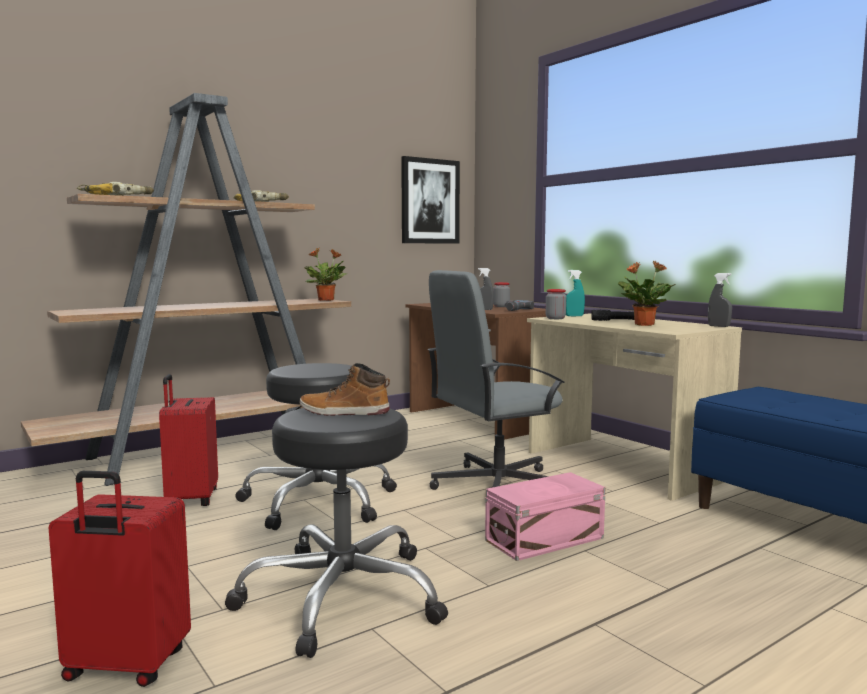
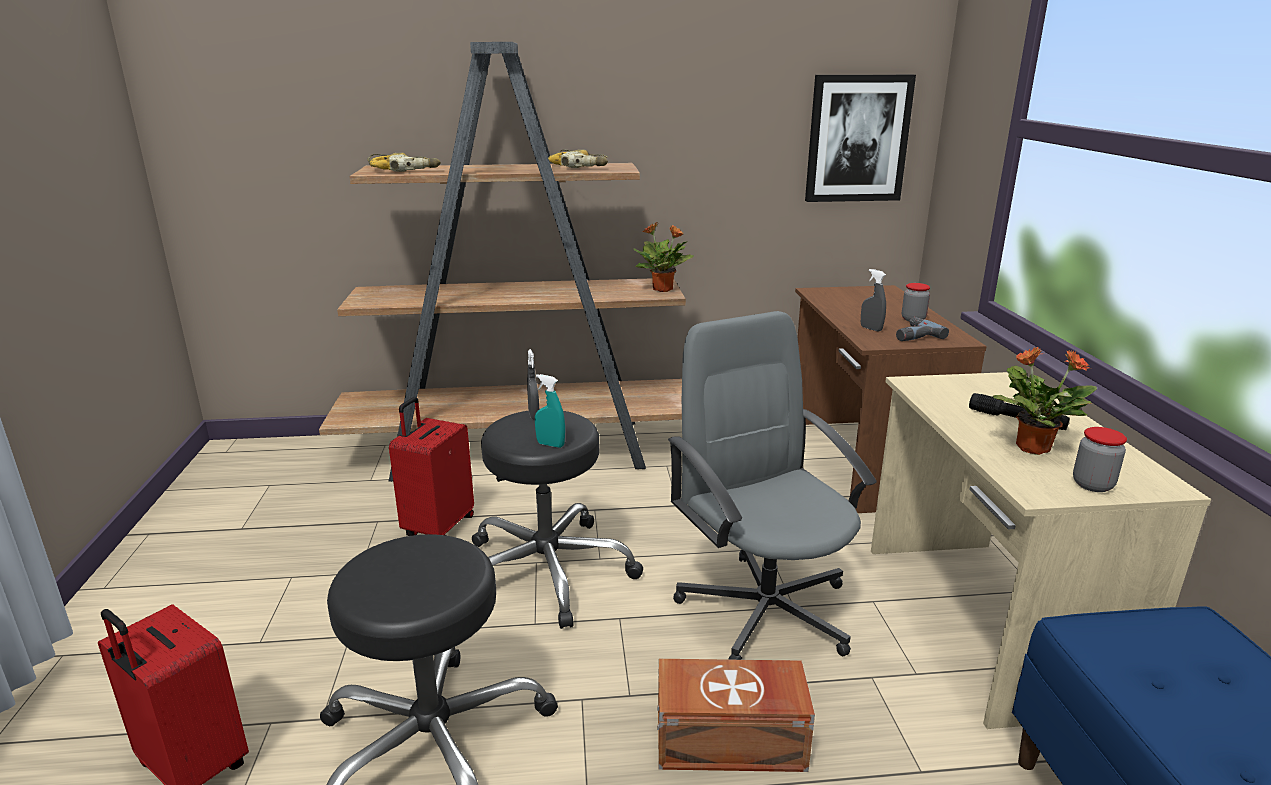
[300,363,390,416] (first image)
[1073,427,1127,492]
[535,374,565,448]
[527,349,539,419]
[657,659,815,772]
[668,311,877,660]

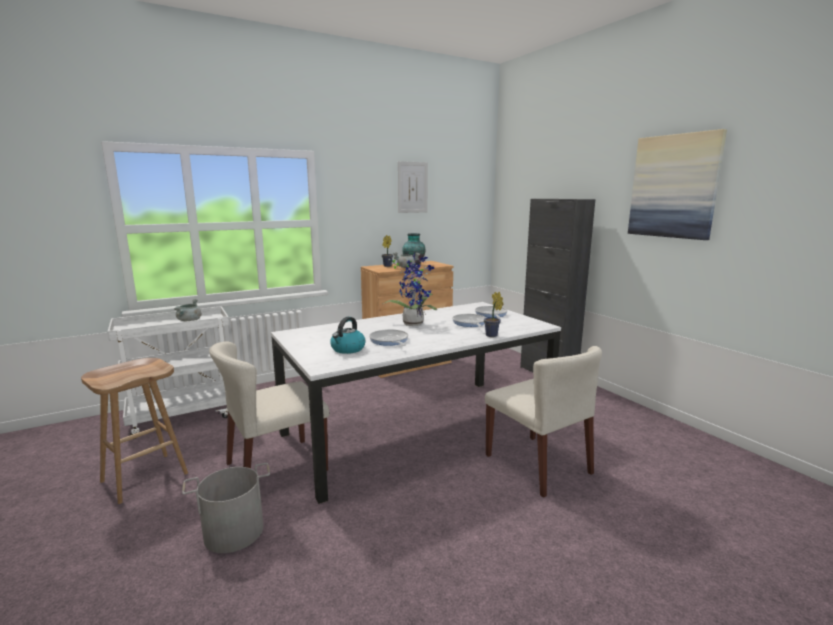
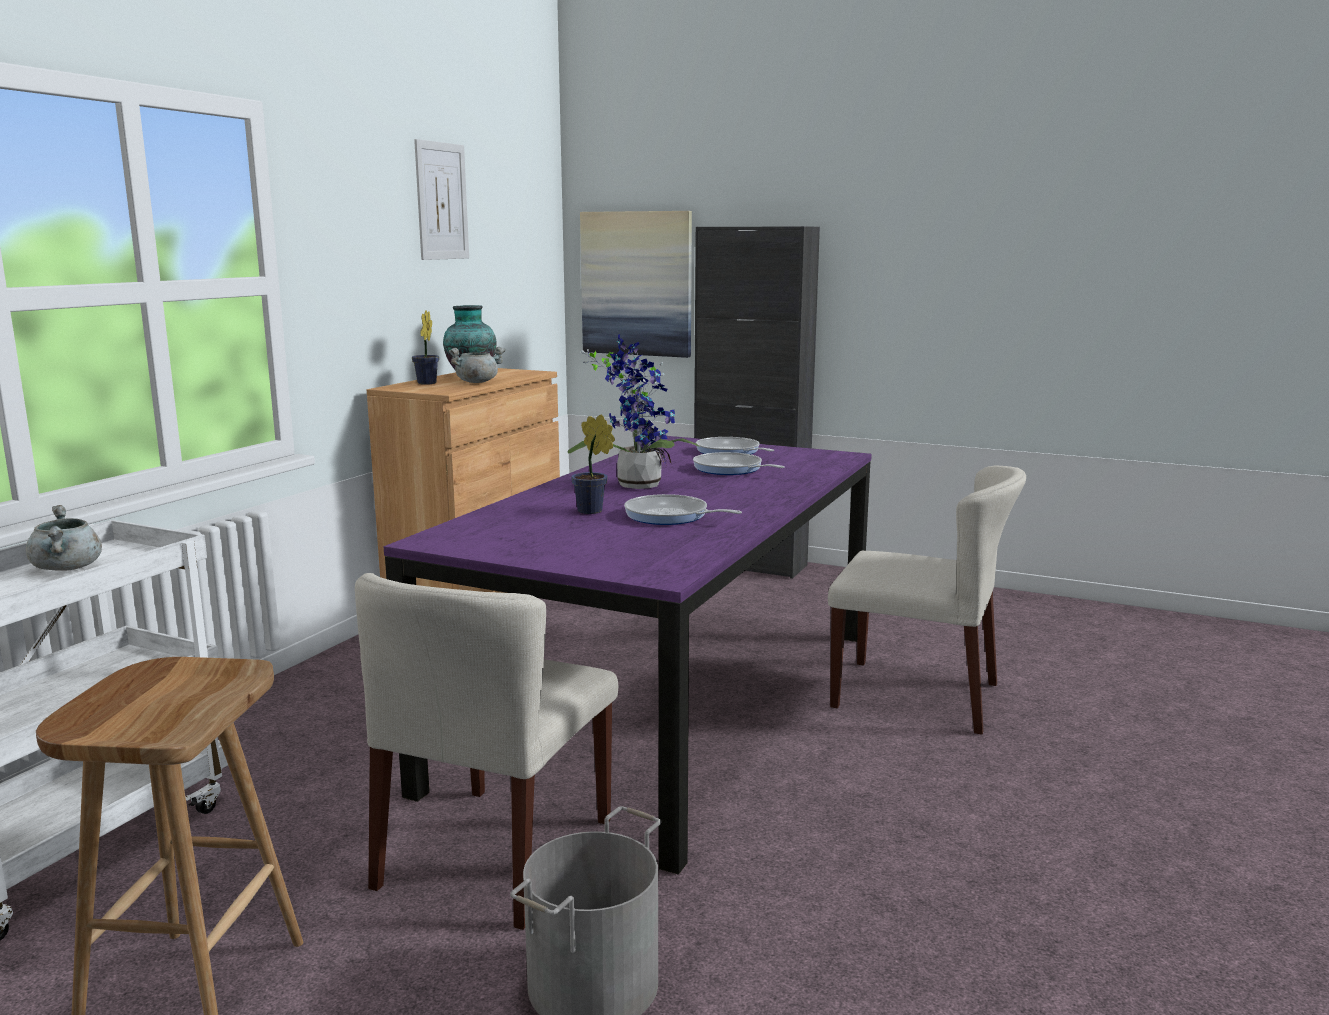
[330,317,366,354] (first image)
[571,414,615,514]
[580,211,692,358]
[384,436,872,875]

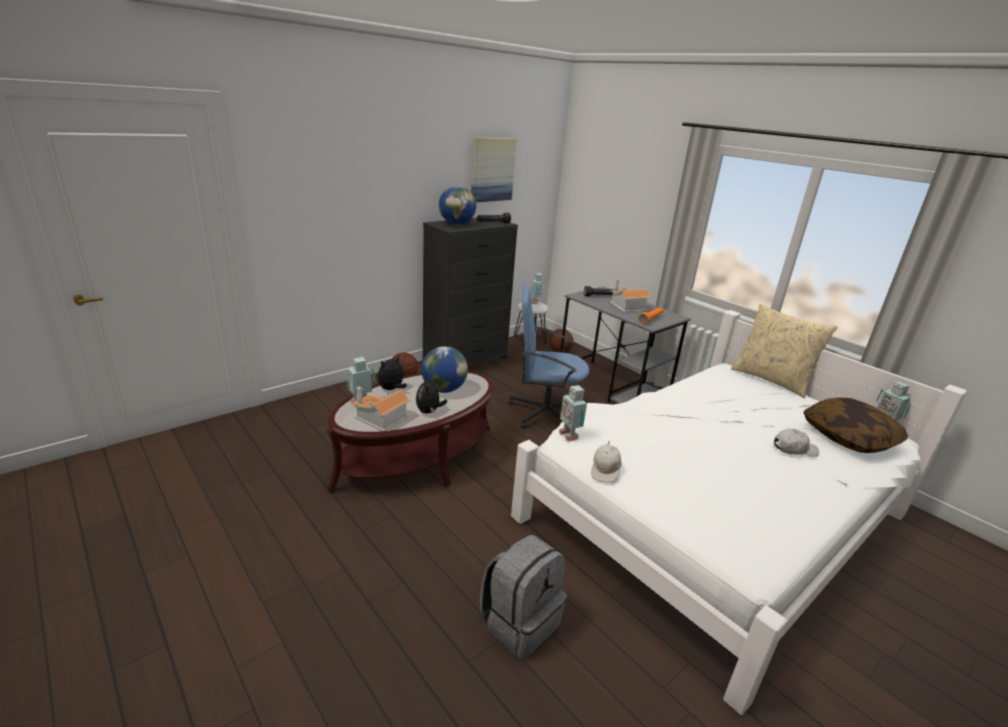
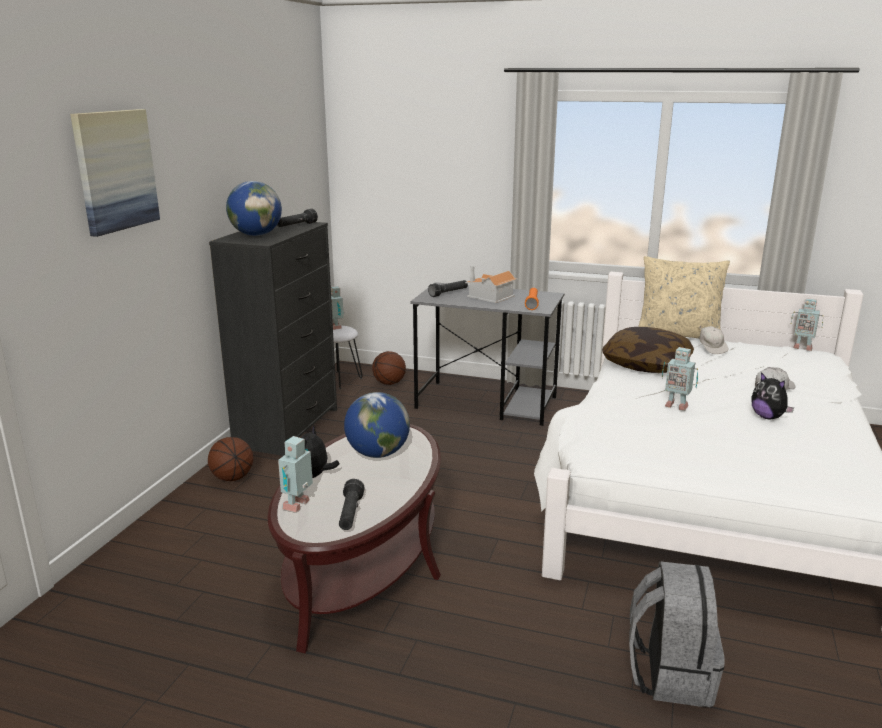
[508,285,590,429] (first image)
[751,372,794,420]
[70,109,160,237]
[662,347,698,411]
[699,326,729,354]
[602,327,694,373]
[339,479,365,530]

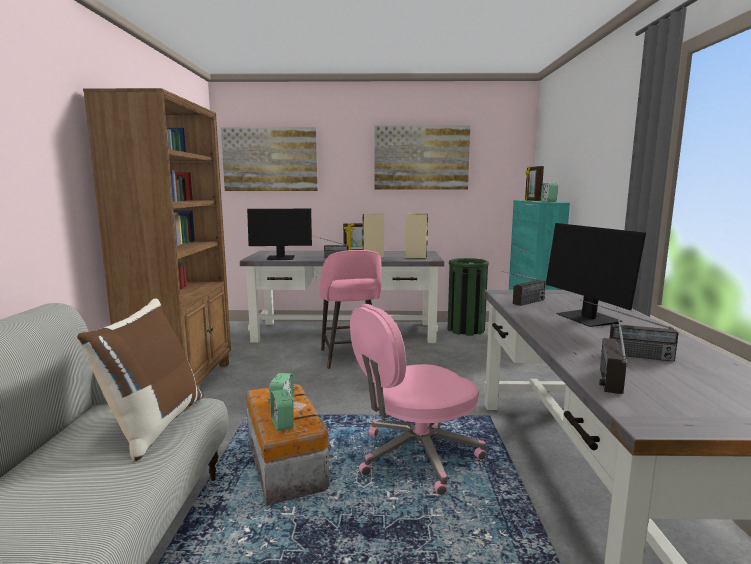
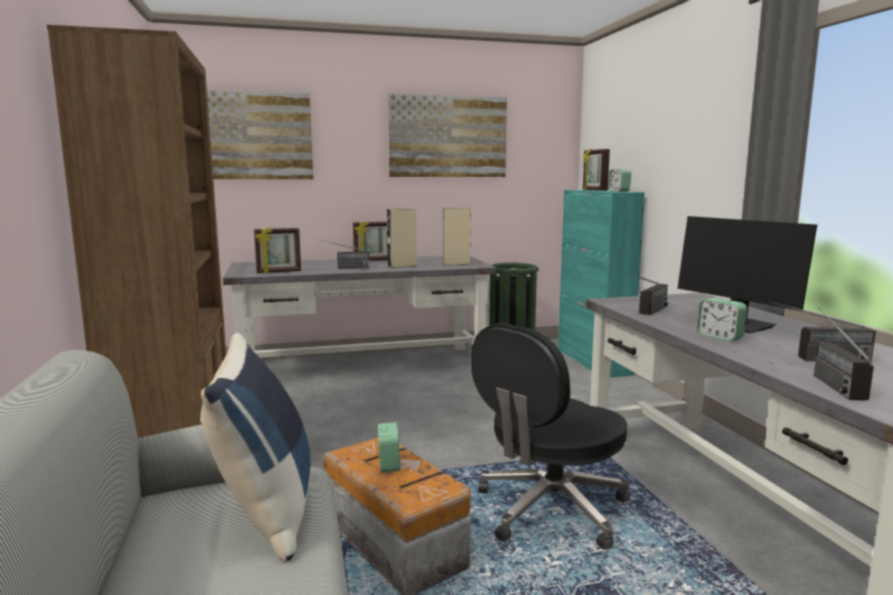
[320,250,382,369] (first image)
[697,298,747,341]
[254,227,301,273]
[200,333,311,562]
[471,323,630,550]

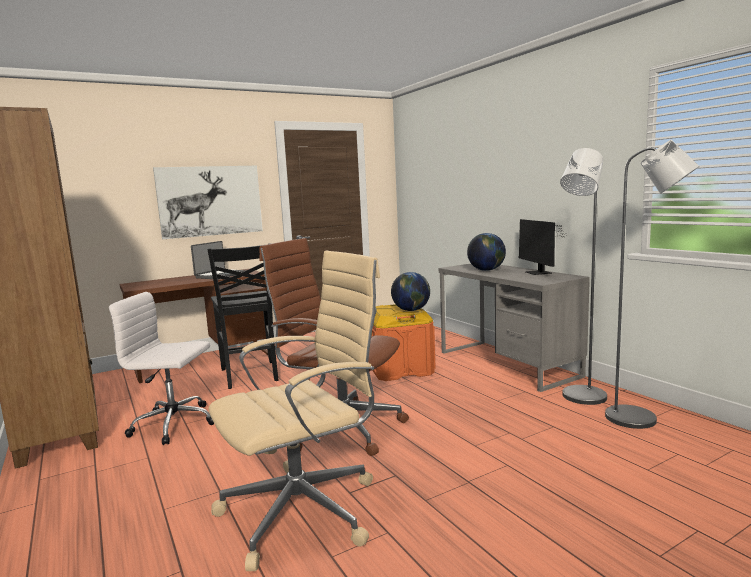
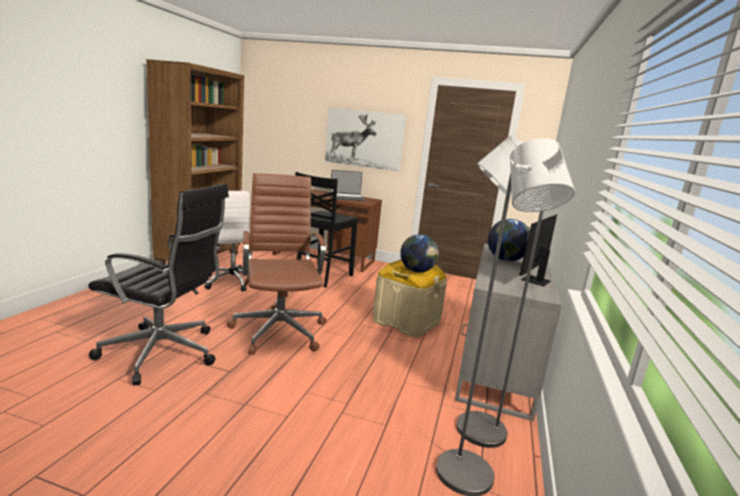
[88,183,229,385]
[373,259,447,337]

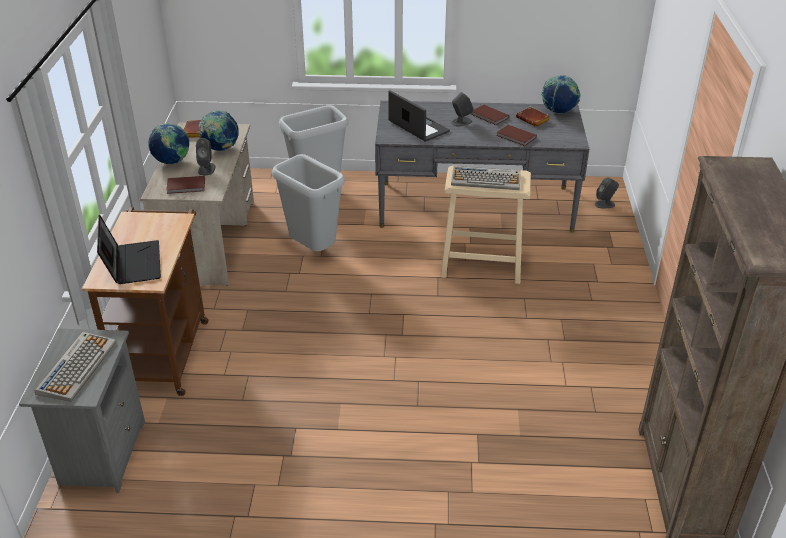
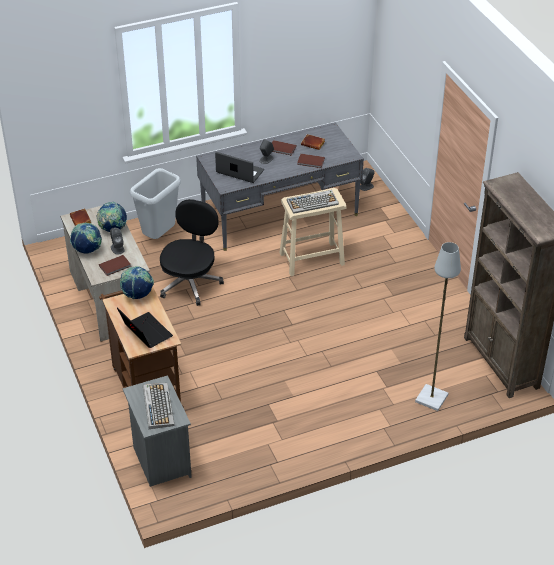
[415,242,461,411]
[120,266,154,299]
[160,199,224,306]

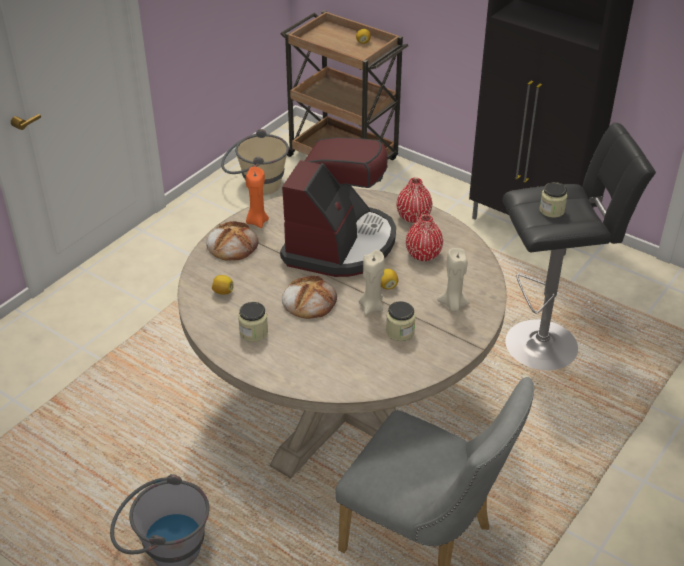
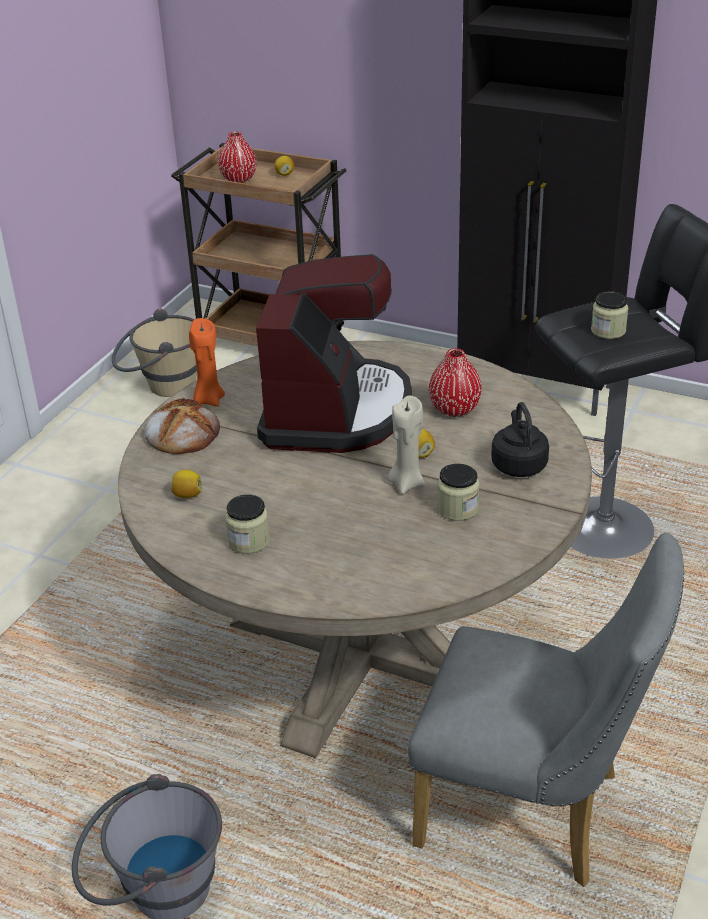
[282,275,337,319] (first image)
[218,132,256,183]
[491,402,549,477]

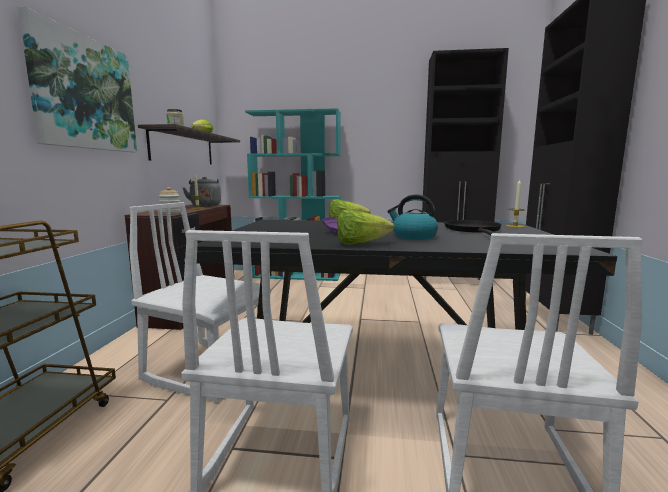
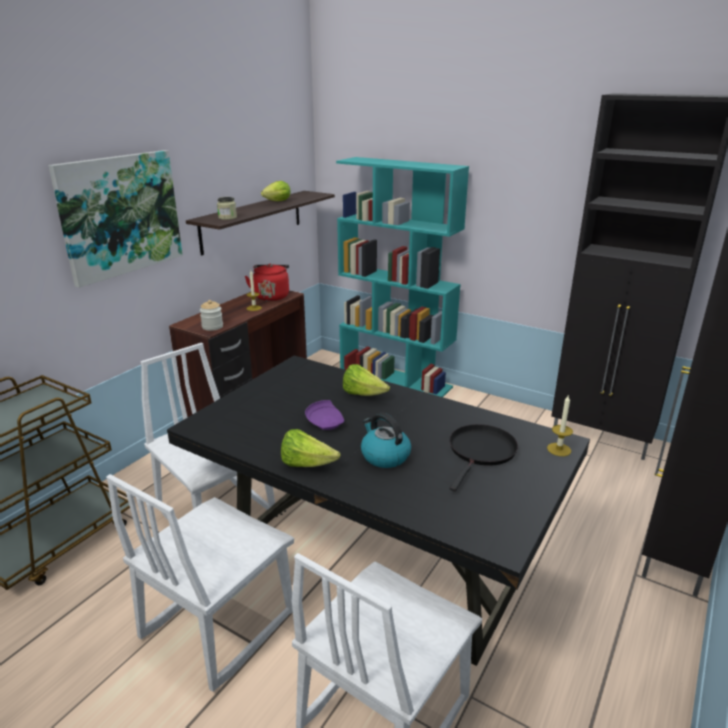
[245,264,289,301]

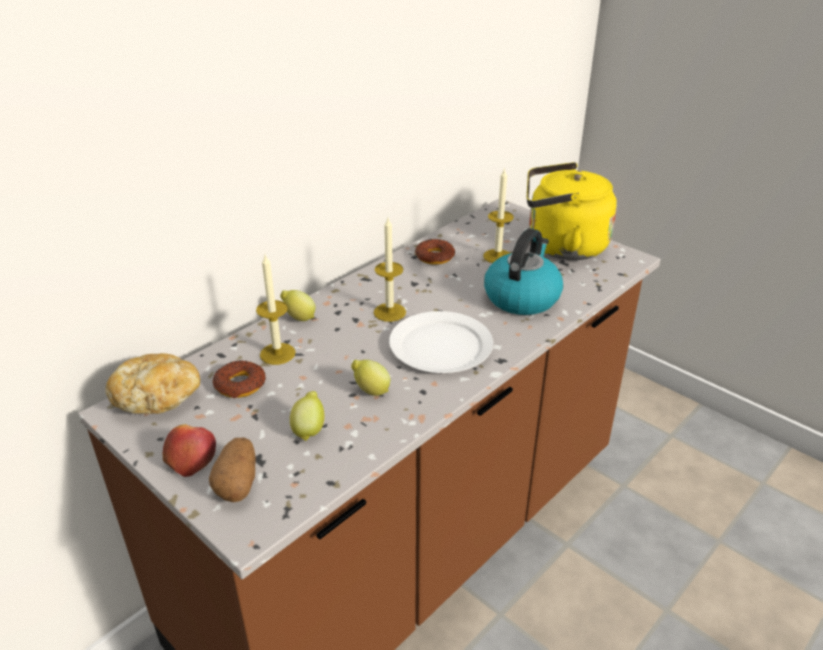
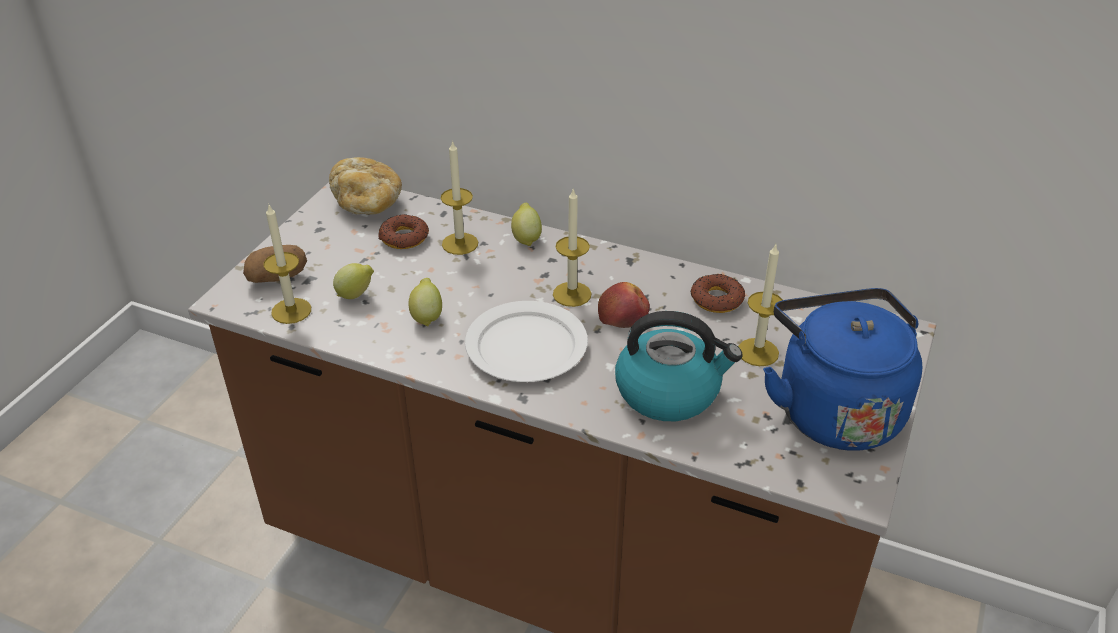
[264,203,311,324]
[598,282,650,328]
[763,288,922,451]

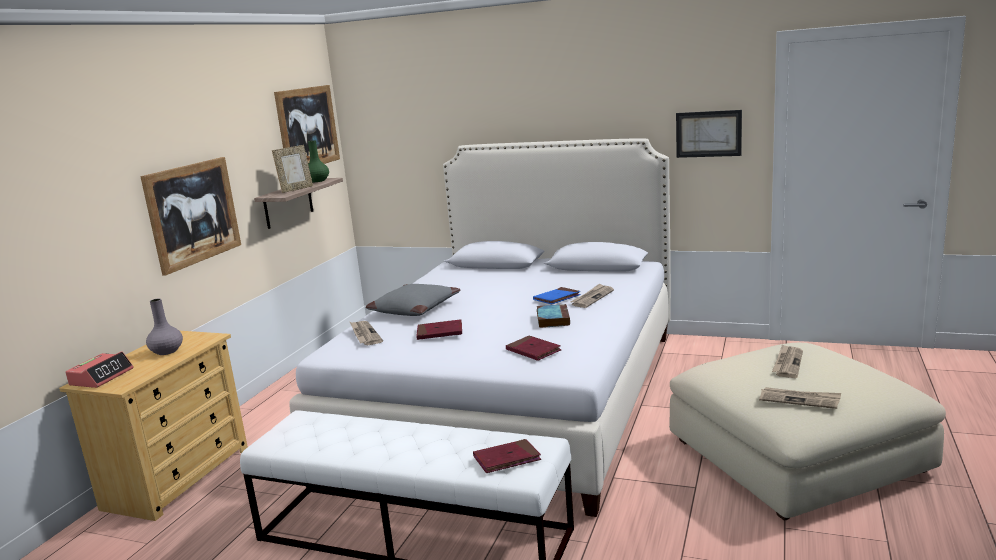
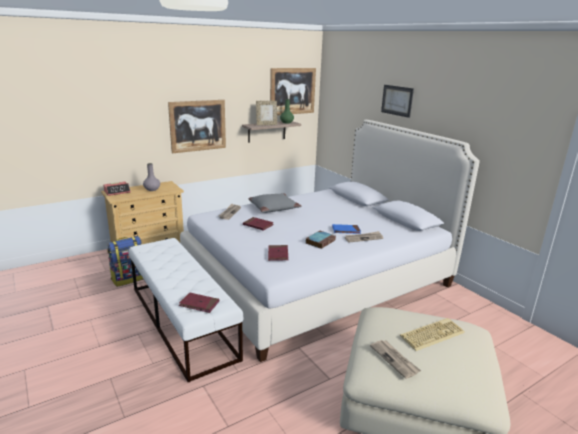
[107,236,143,287]
[381,85,414,118]
[400,318,465,351]

